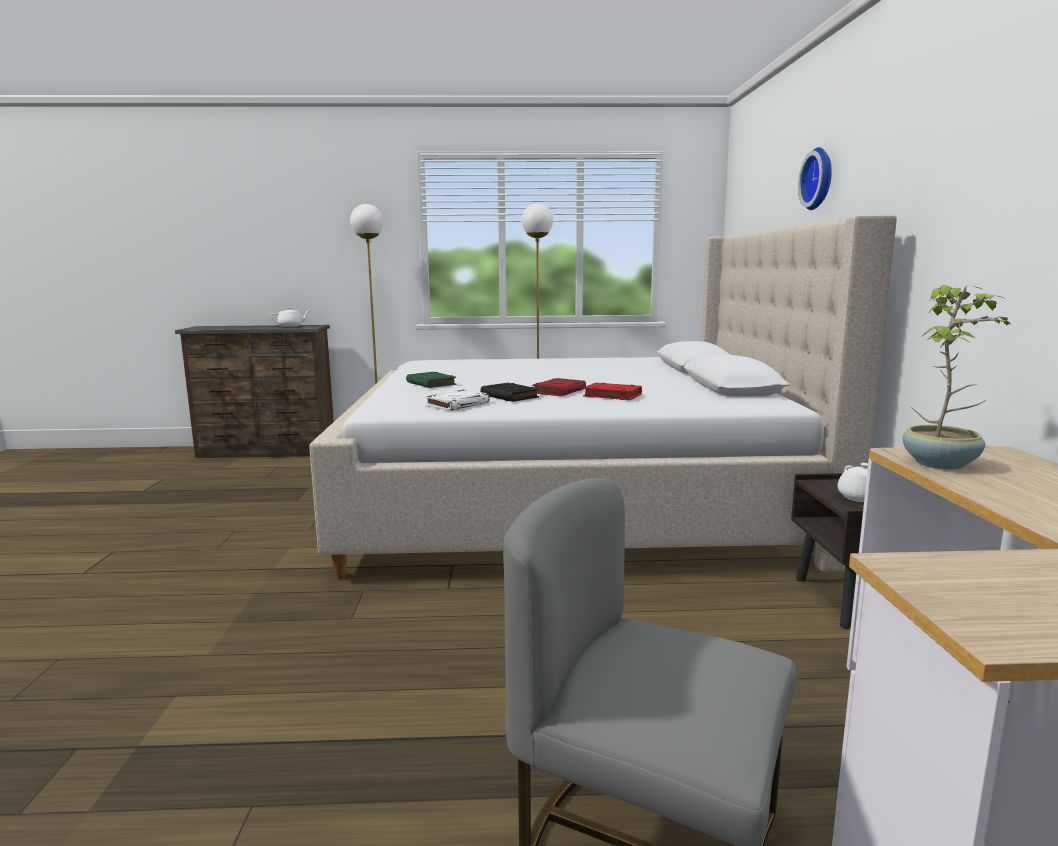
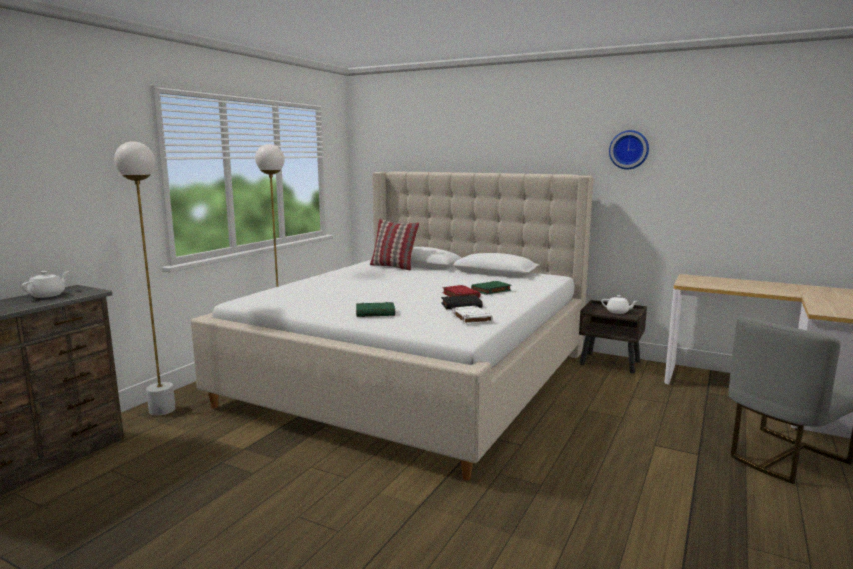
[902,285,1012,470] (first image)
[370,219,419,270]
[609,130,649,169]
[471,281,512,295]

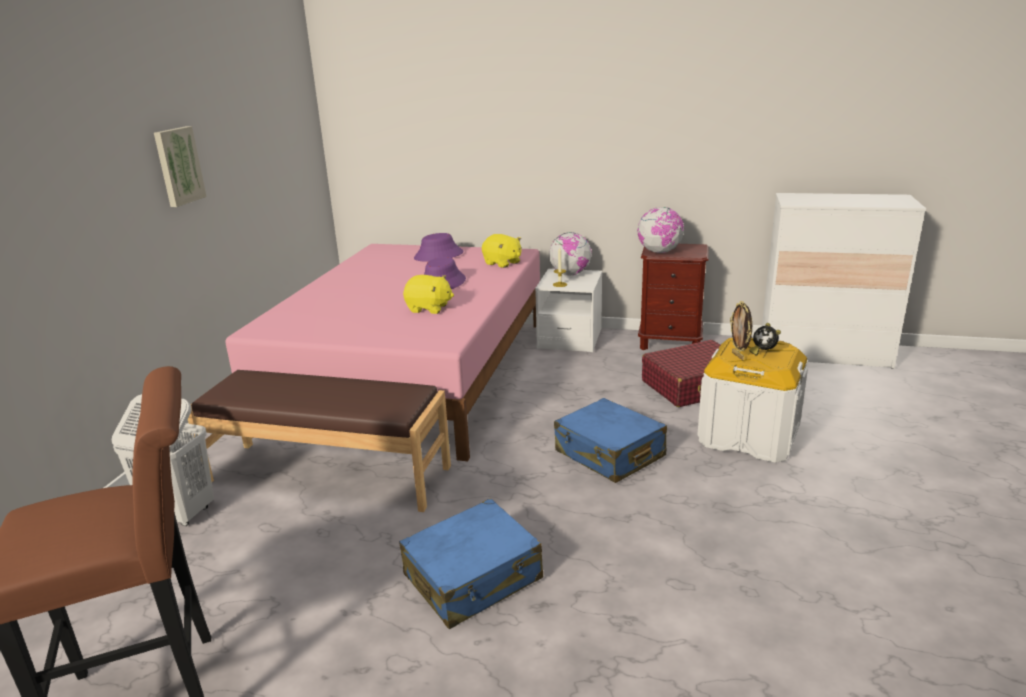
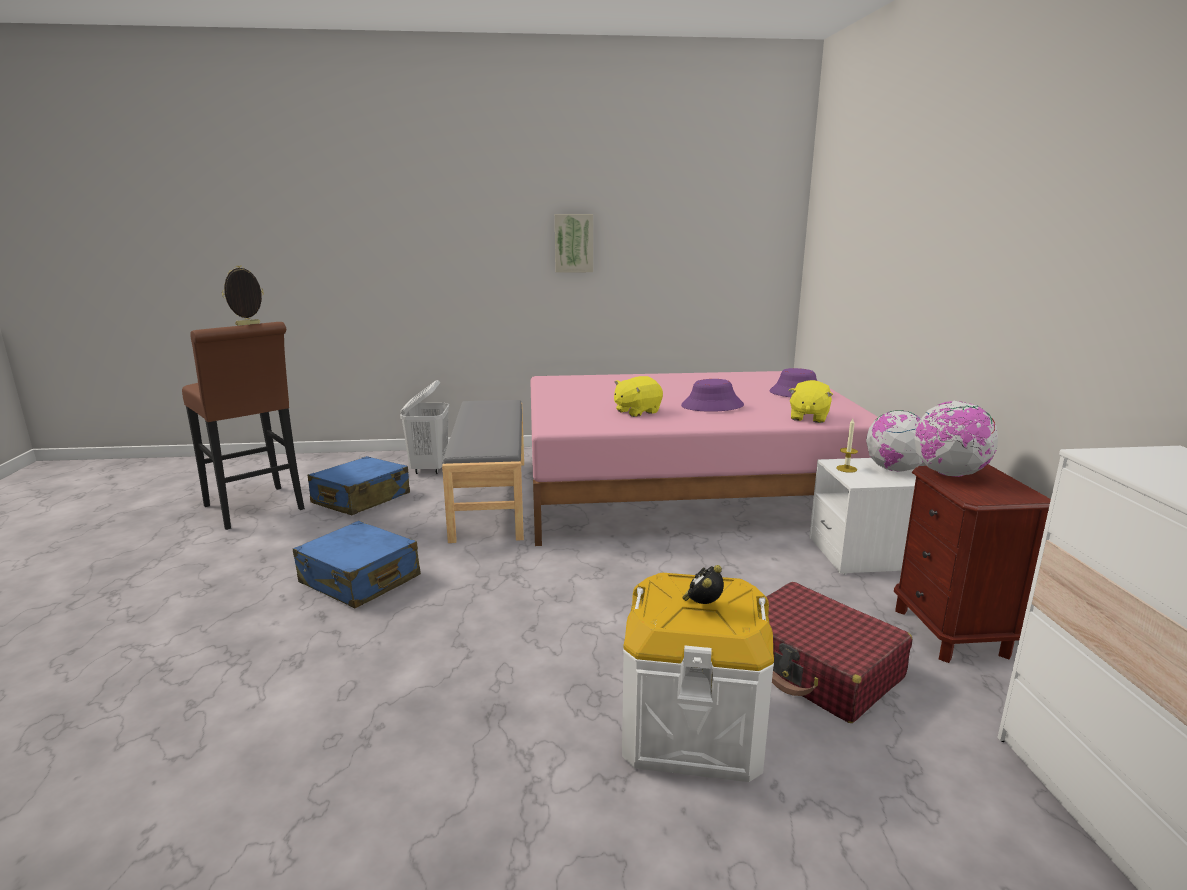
[308,456,410,515]
[222,266,264,325]
[442,400,524,543]
[614,376,663,417]

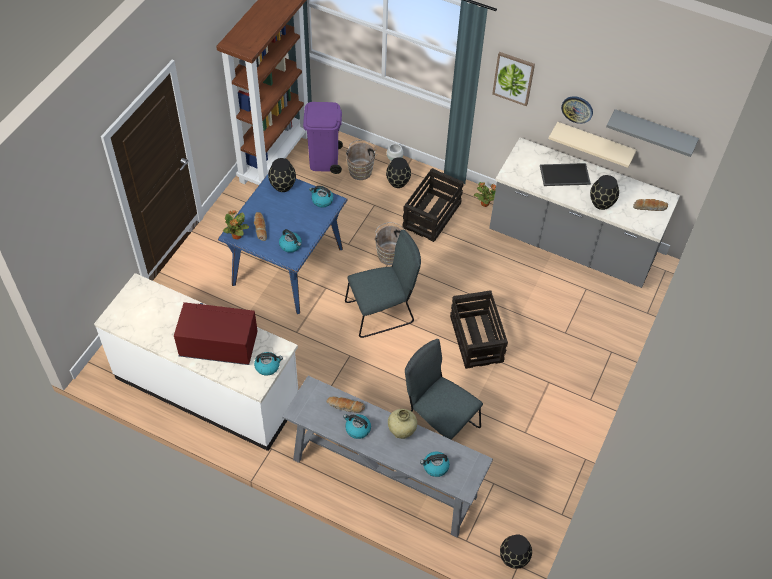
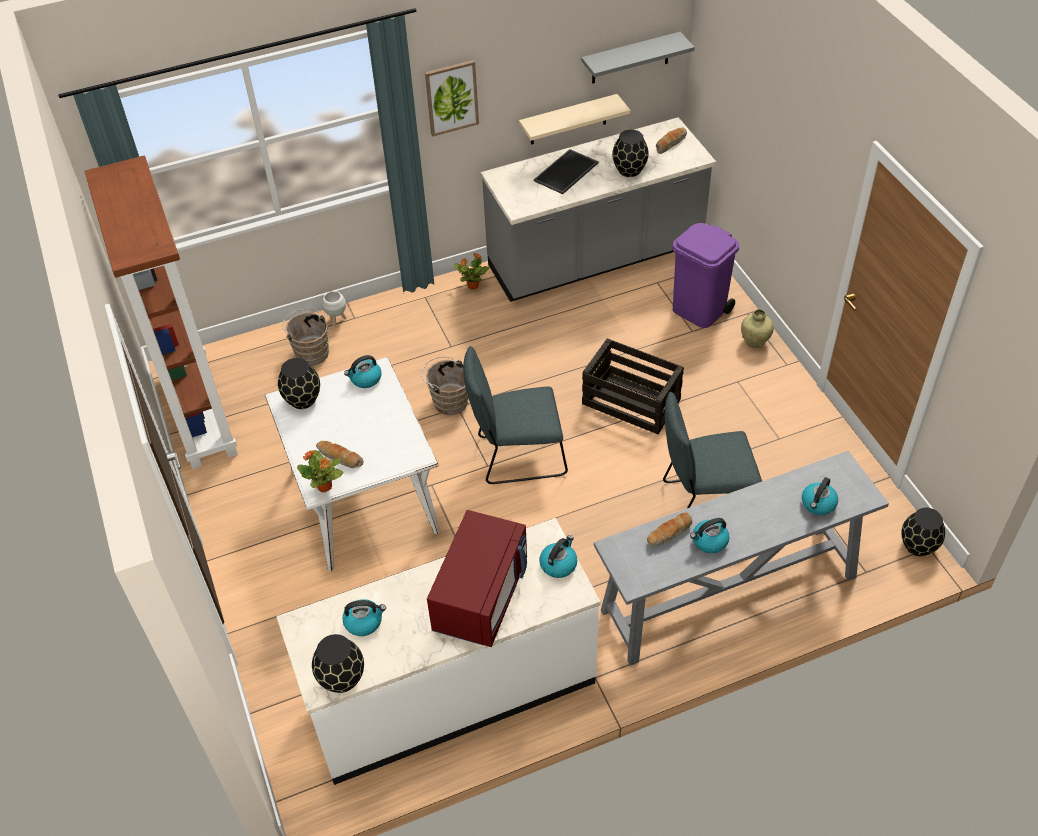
[402,168,464,242] (first image)
[561,96,593,124] (first image)
[342,599,386,636]
[672,223,739,328]
[312,634,364,693]
[741,309,774,348]
[265,357,440,571]
[427,510,527,647]
[463,346,568,484]

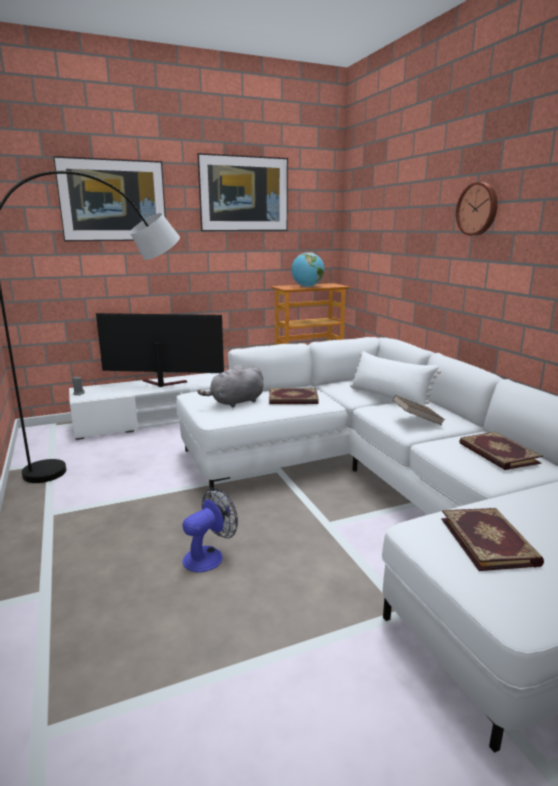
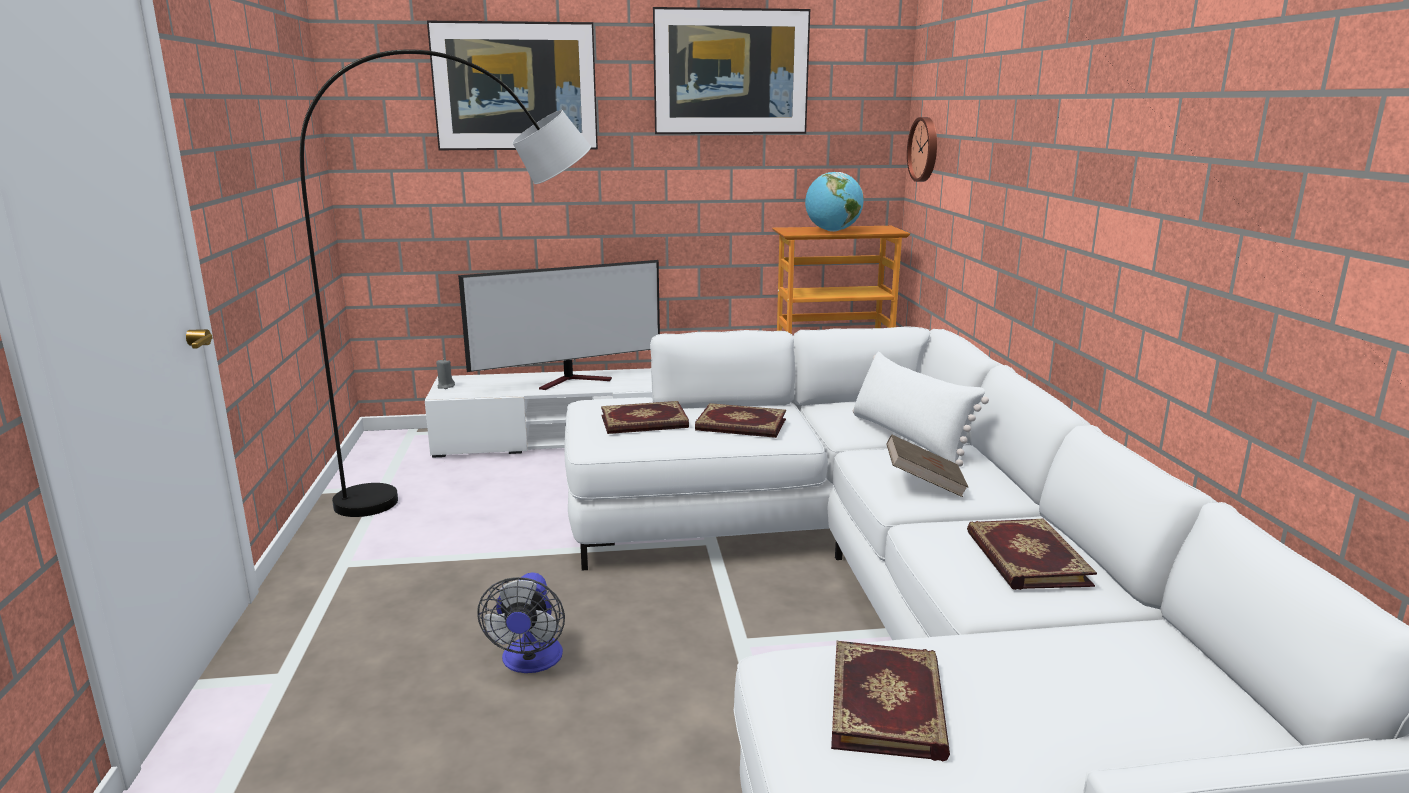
[907,117,937,182]
[601,401,689,434]
[458,260,660,390]
[477,572,565,673]

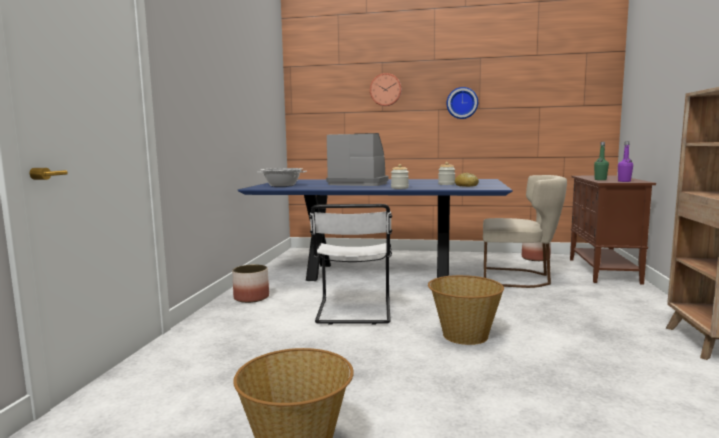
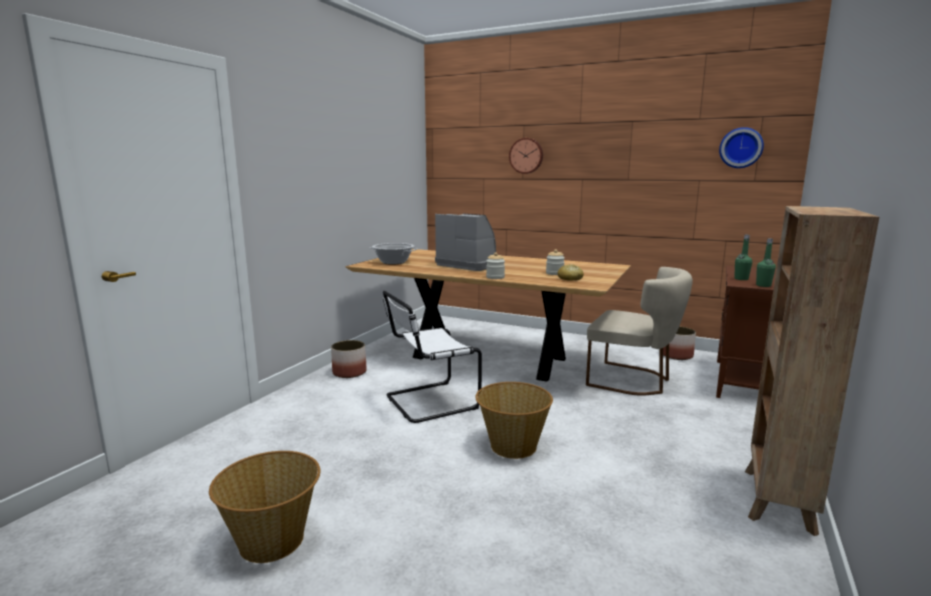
[719,127,764,168]
[346,249,631,382]
[756,238,776,287]
[383,291,482,423]

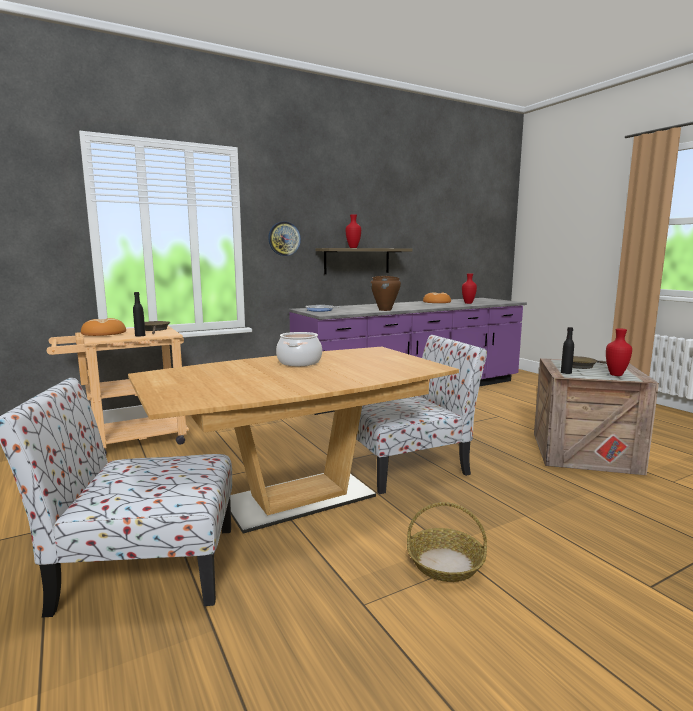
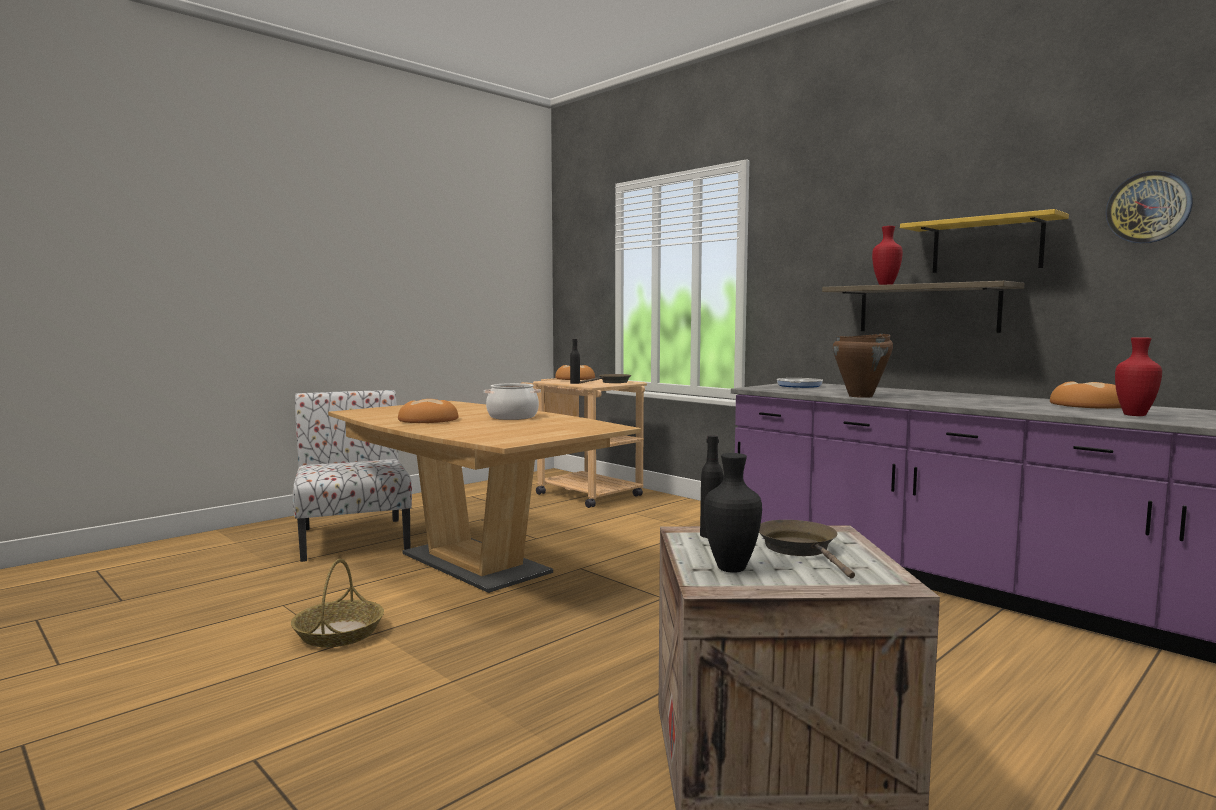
[356,335,487,494] (first image)
[398,399,458,423]
[900,209,1069,273]
[1106,171,1193,244]
[704,453,762,573]

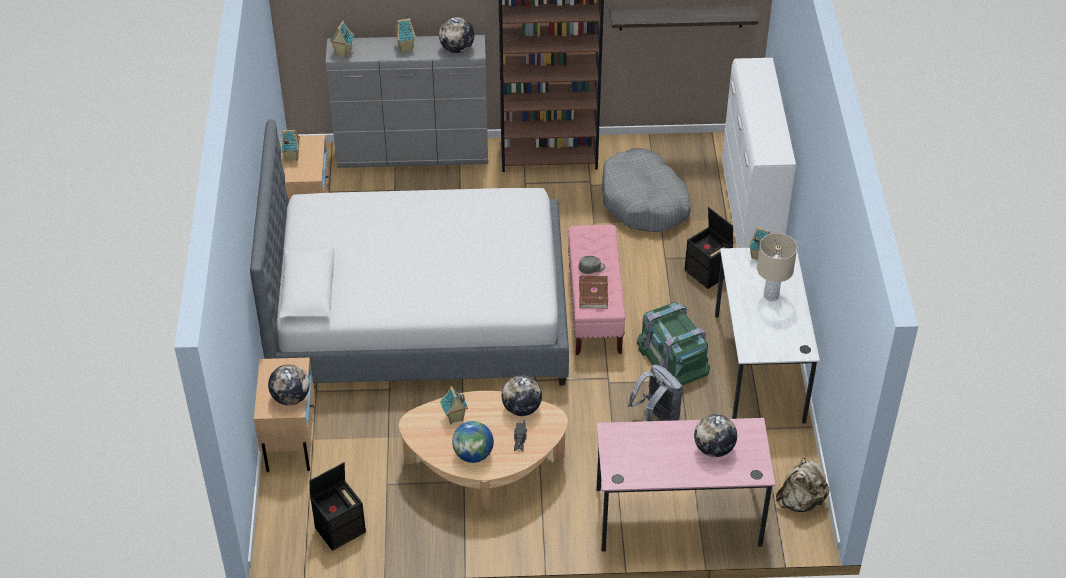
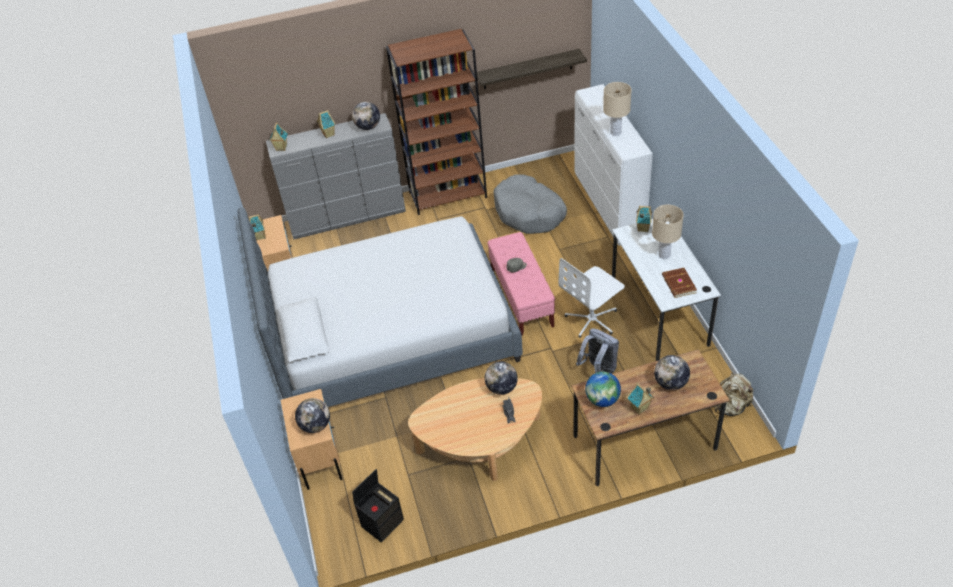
[685,207,733,289] (first image)
[603,82,632,136]
[627,383,654,415]
[585,372,621,407]
[662,268,697,298]
[559,258,625,338]
[571,349,730,486]

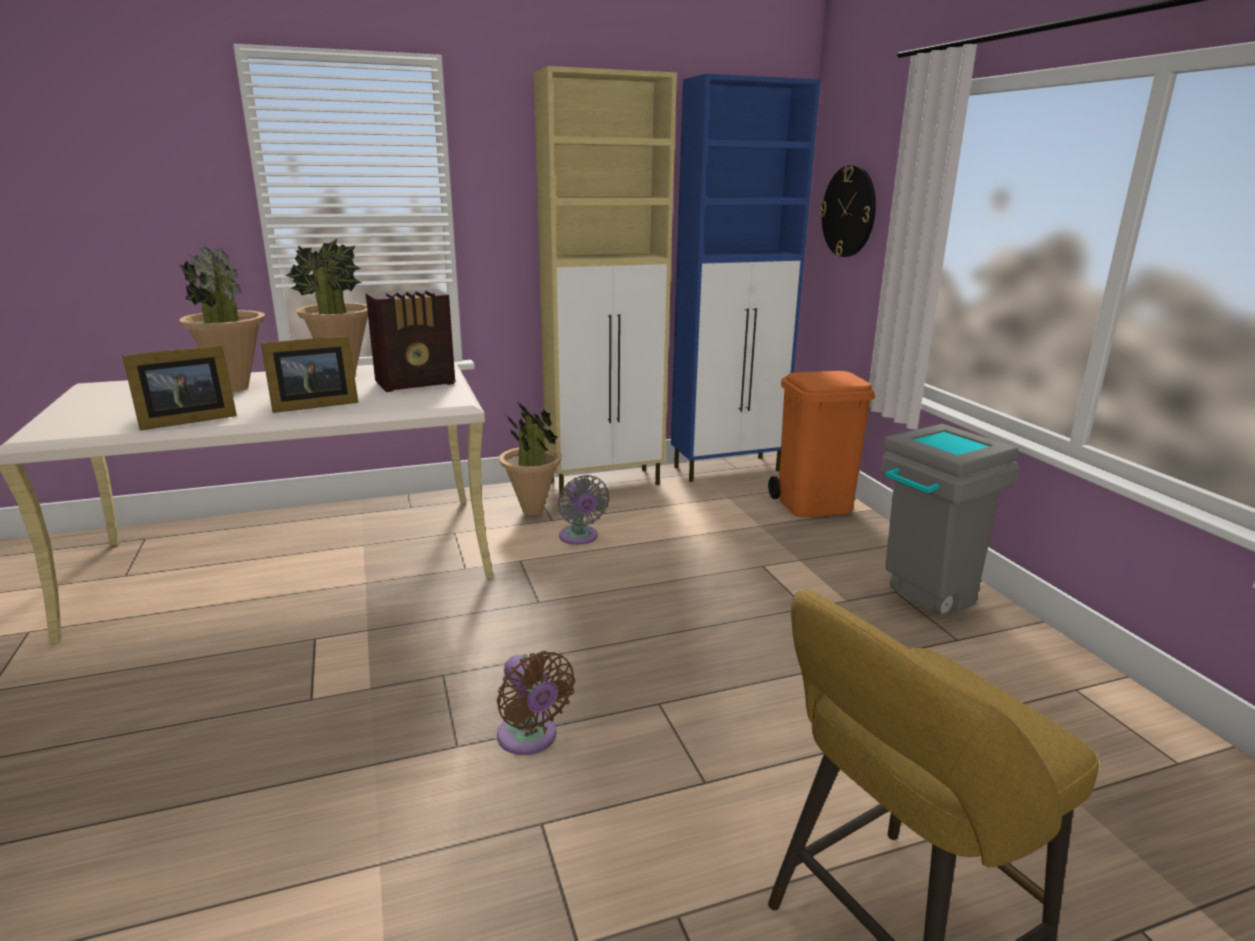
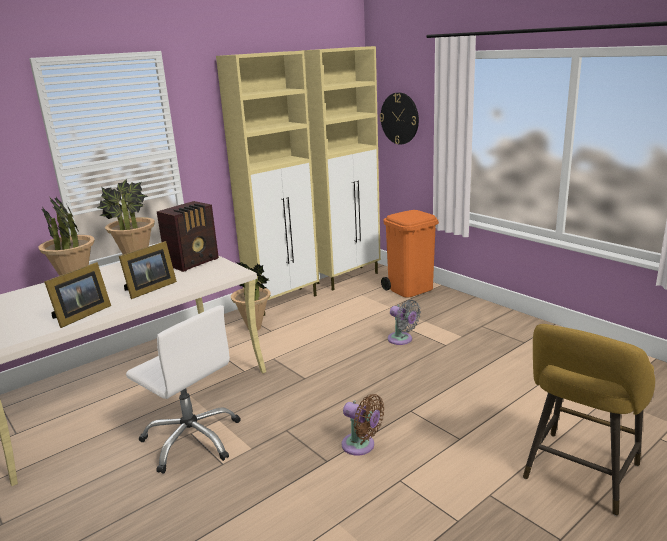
[882,424,1019,616] (first image)
[126,305,241,474]
[388,300,421,345]
[301,46,381,290]

